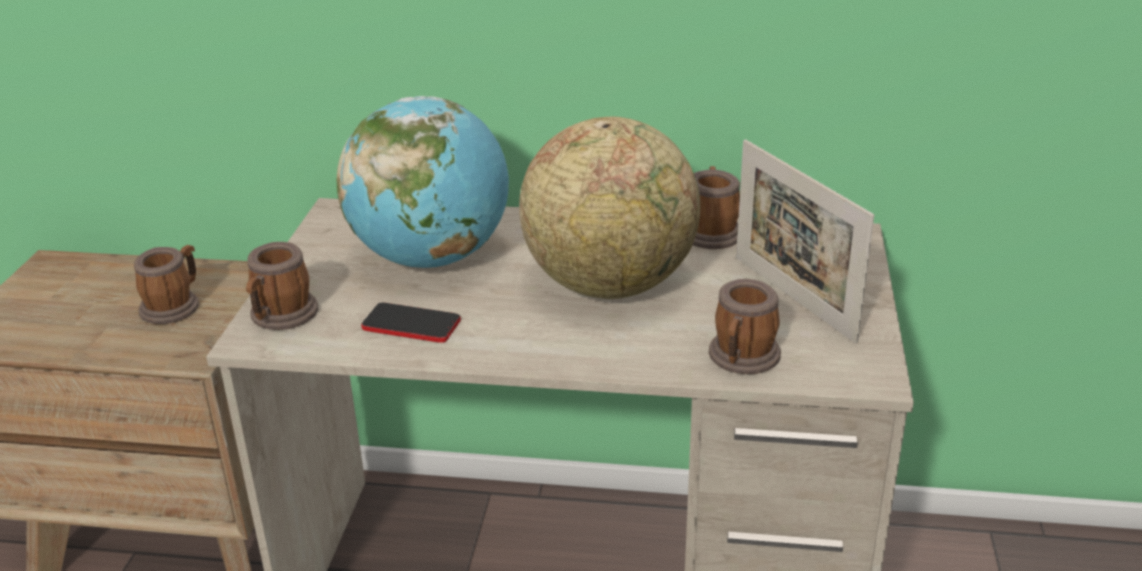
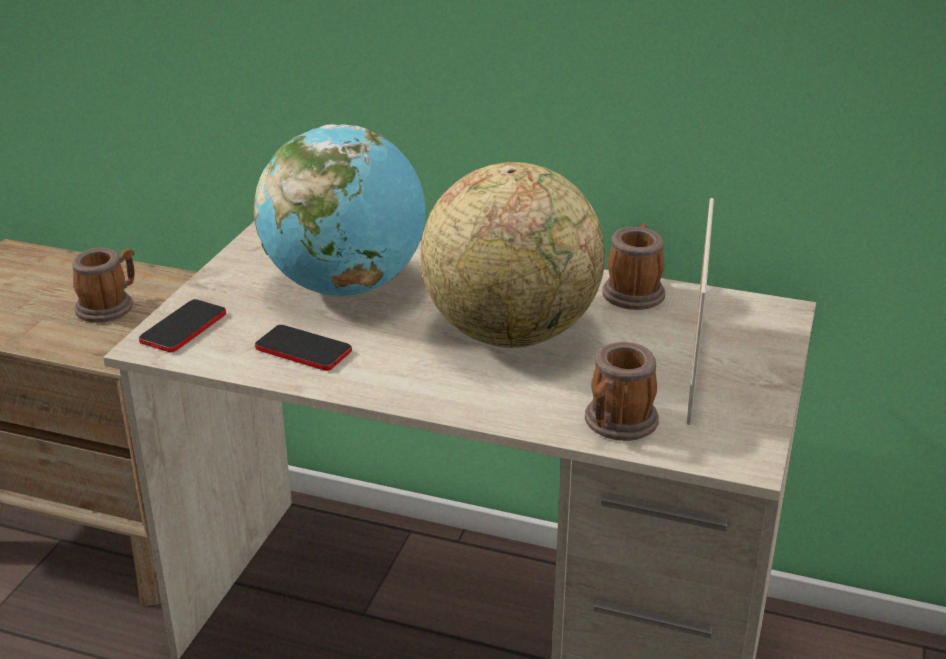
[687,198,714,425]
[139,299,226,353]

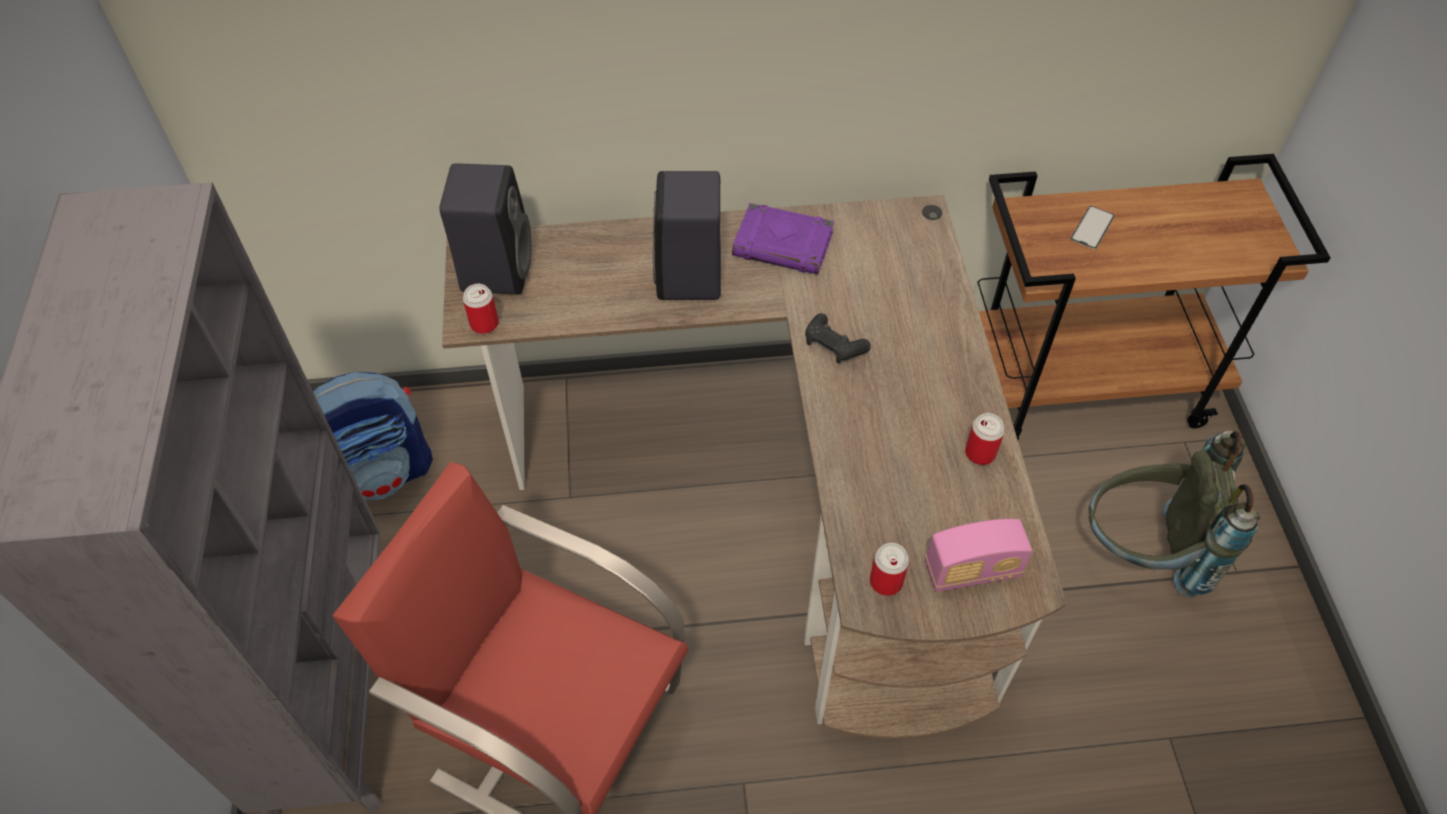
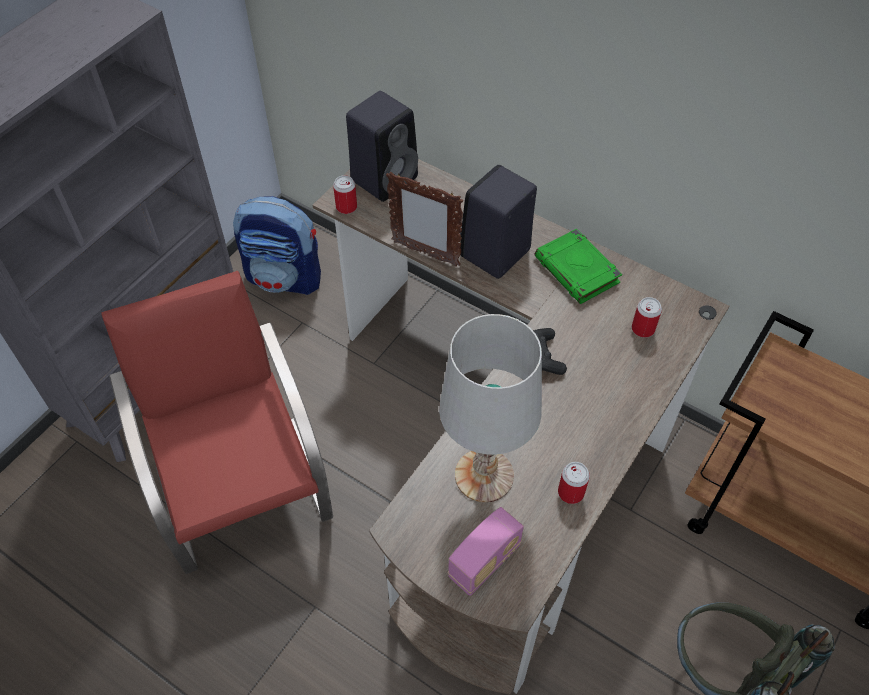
[535,229,622,304]
[1070,206,1115,249] (first image)
[448,507,524,596]
[632,297,662,338]
[386,172,464,267]
[439,314,542,503]

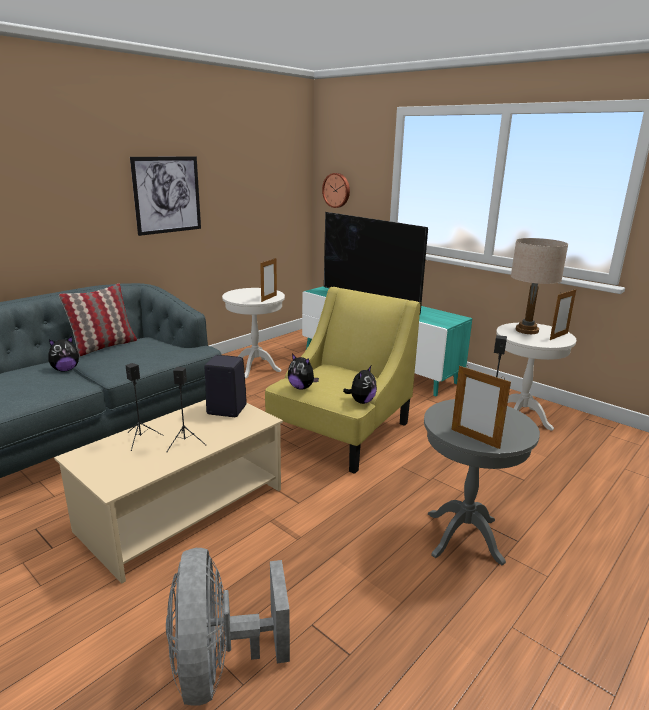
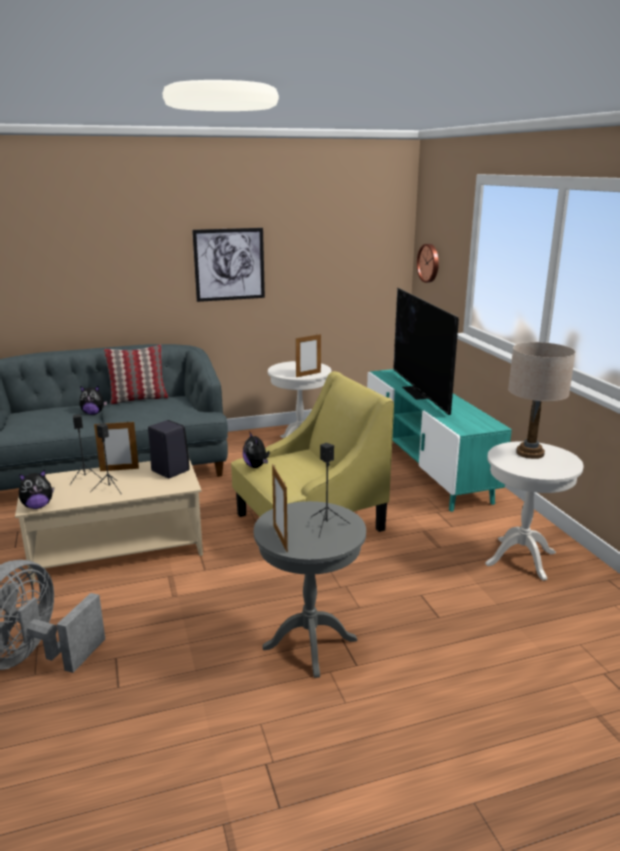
[94,420,139,471]
[19,470,54,509]

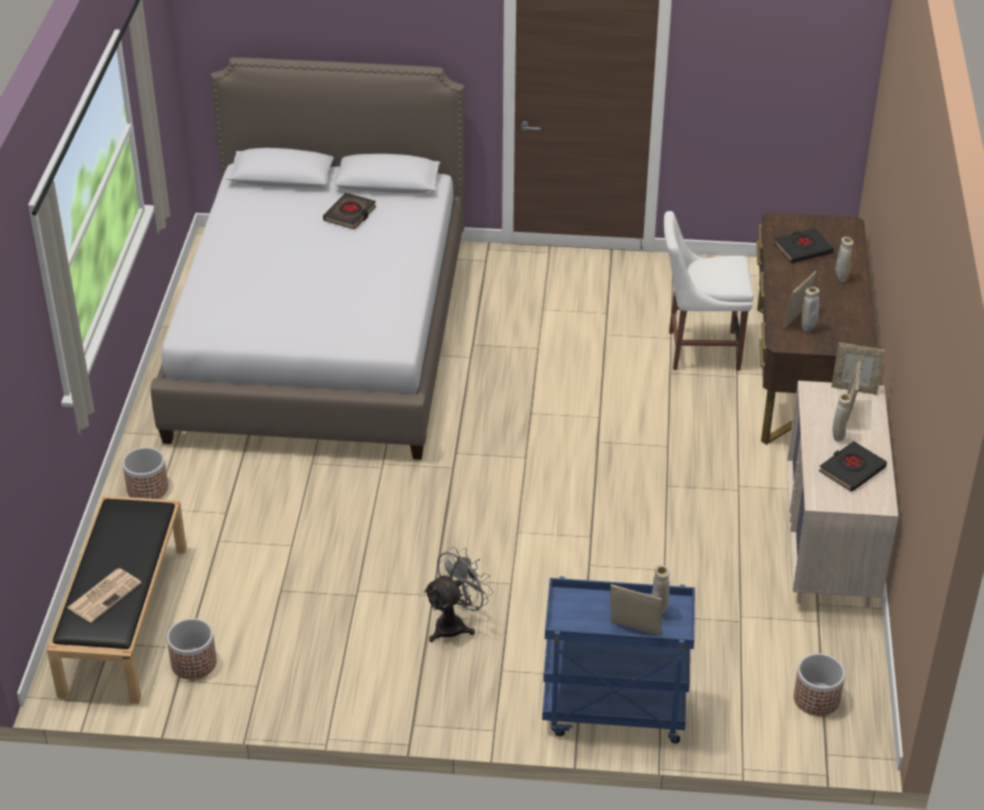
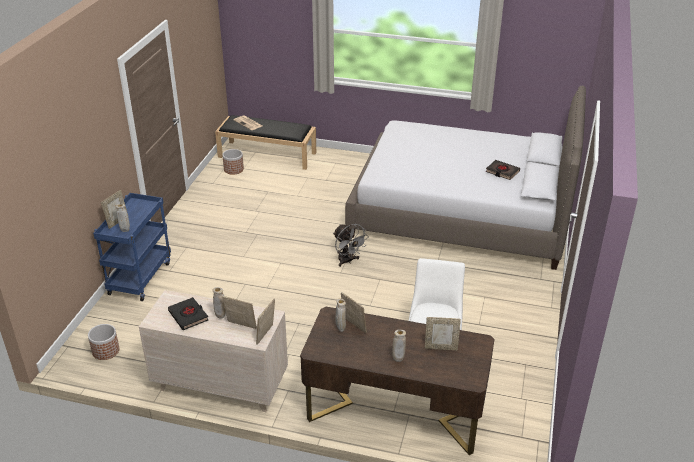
[425,317,461,351]
[122,447,168,499] (first image)
[333,224,369,267]

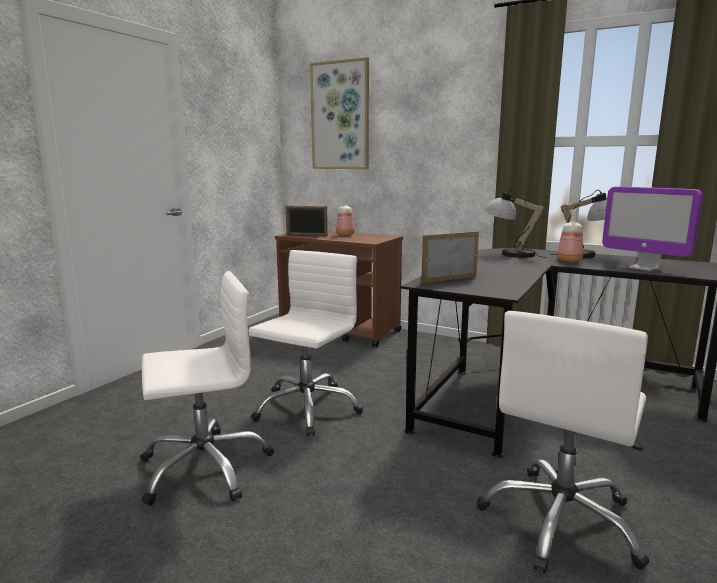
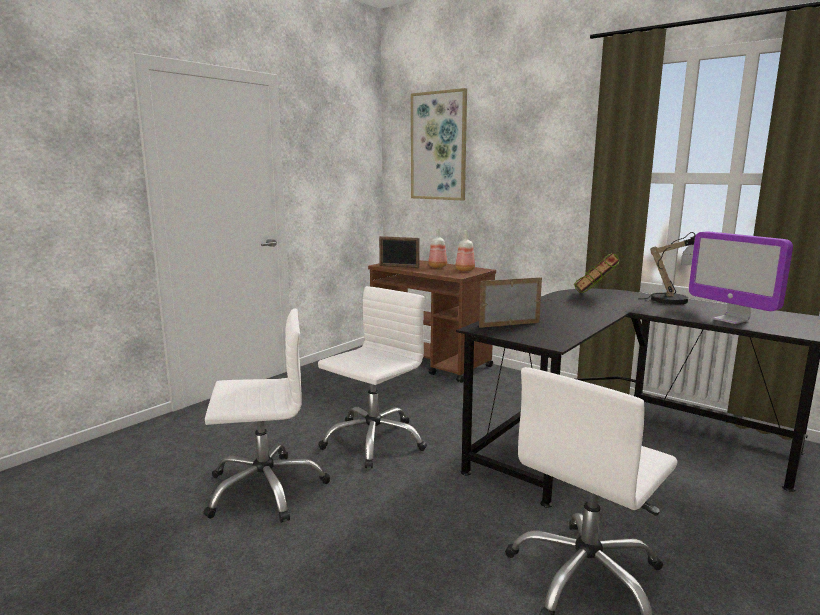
[574,253,619,293]
[455,230,475,271]

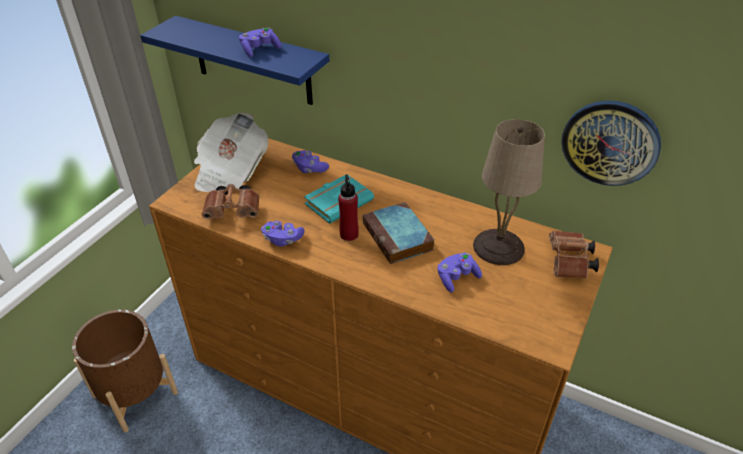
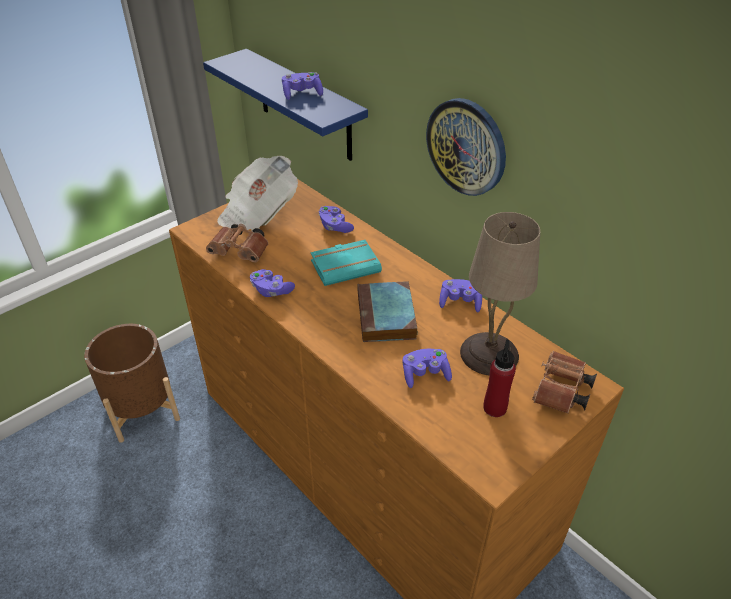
[426,98,506,196]
[483,339,516,417]
[439,279,482,312]

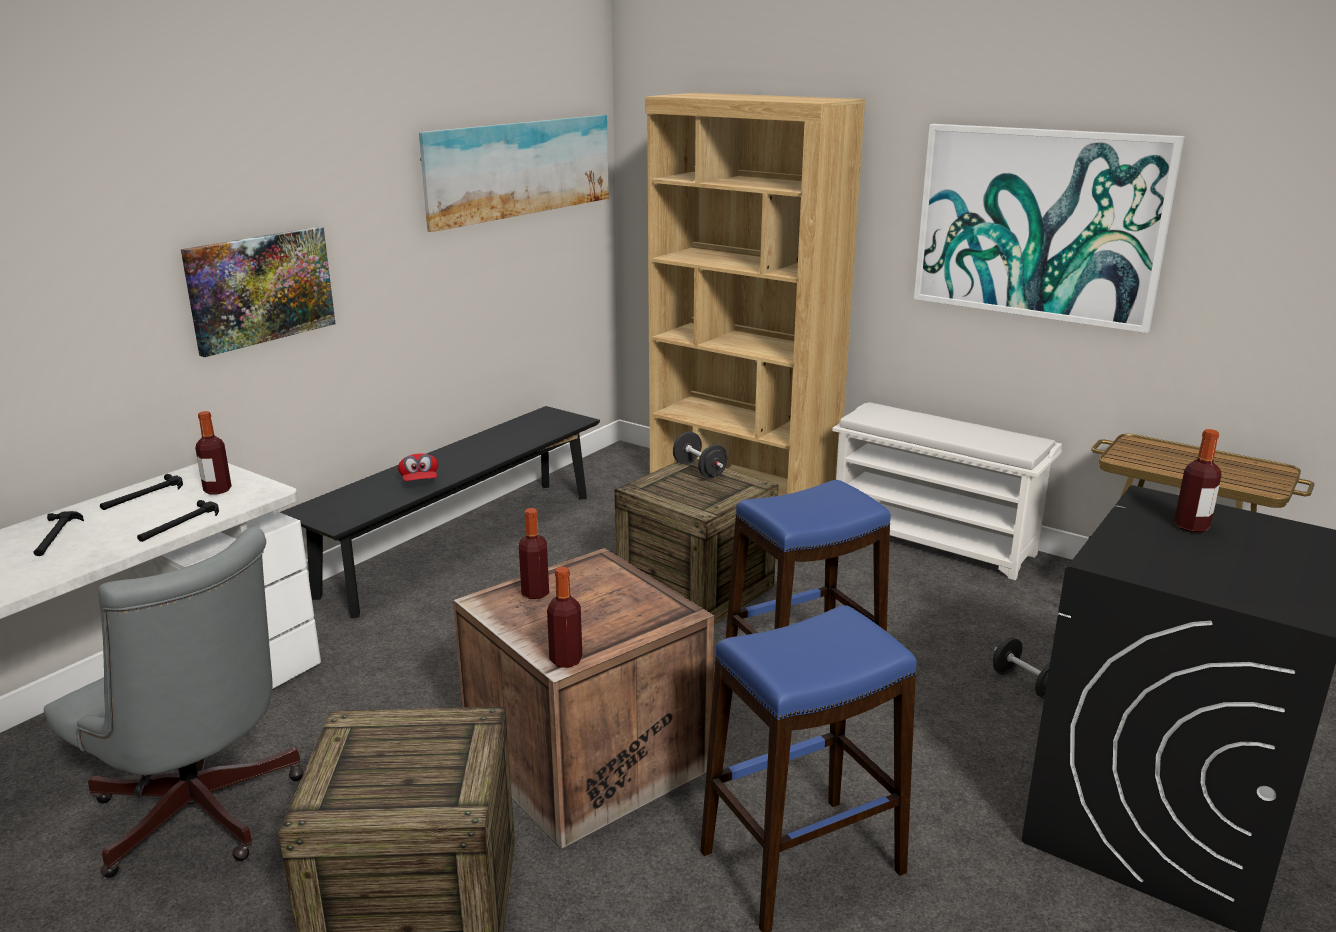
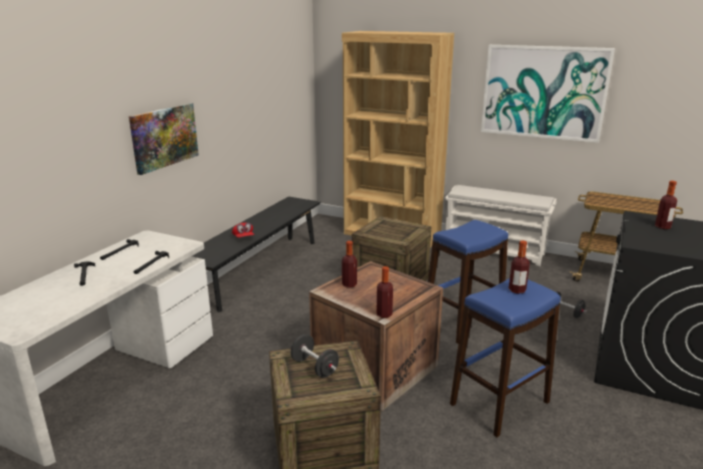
[419,115,609,232] (first image)
[509,241,530,294]
[290,334,339,378]
[44,527,304,878] (first image)

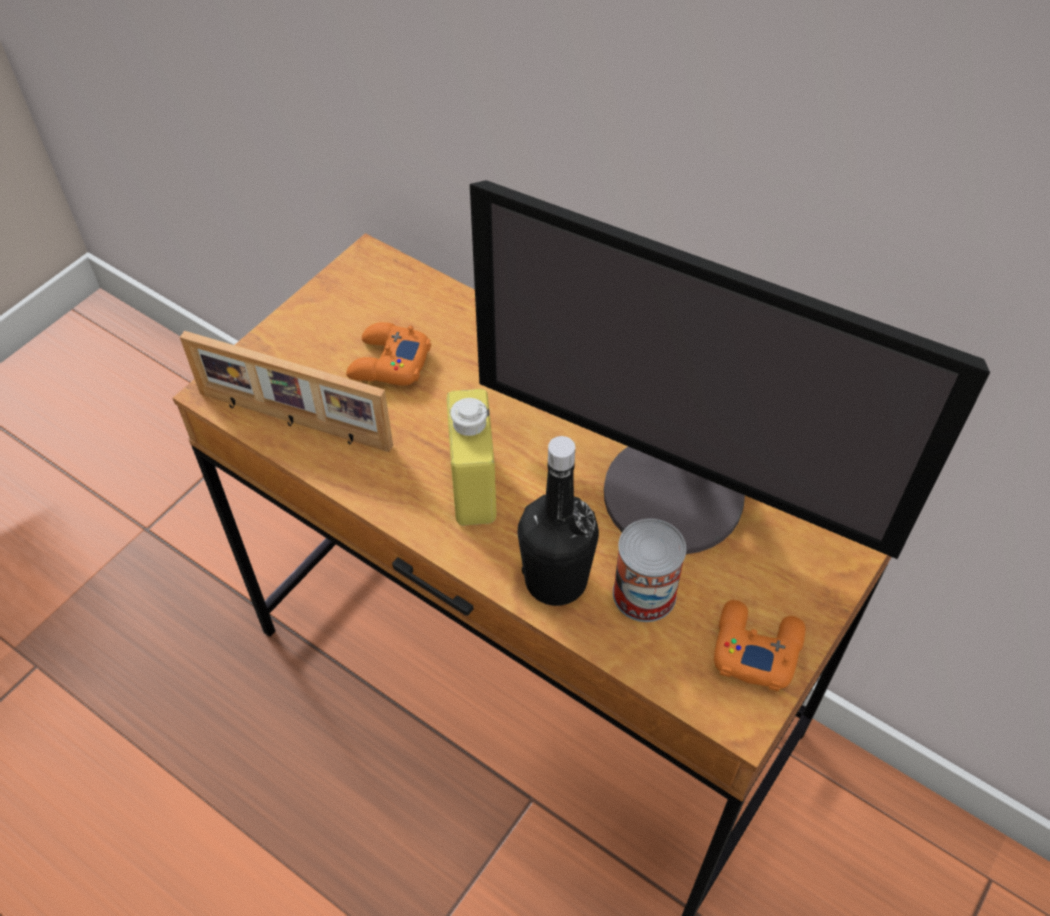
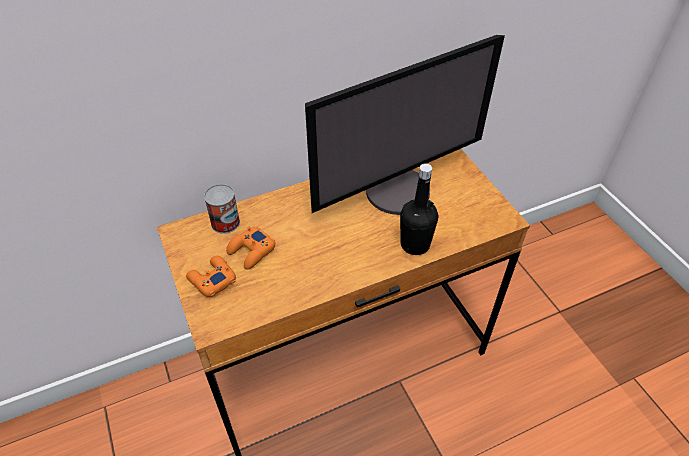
[180,331,393,452] (first image)
[447,389,497,525] (first image)
[204,184,240,234]
[186,256,236,297]

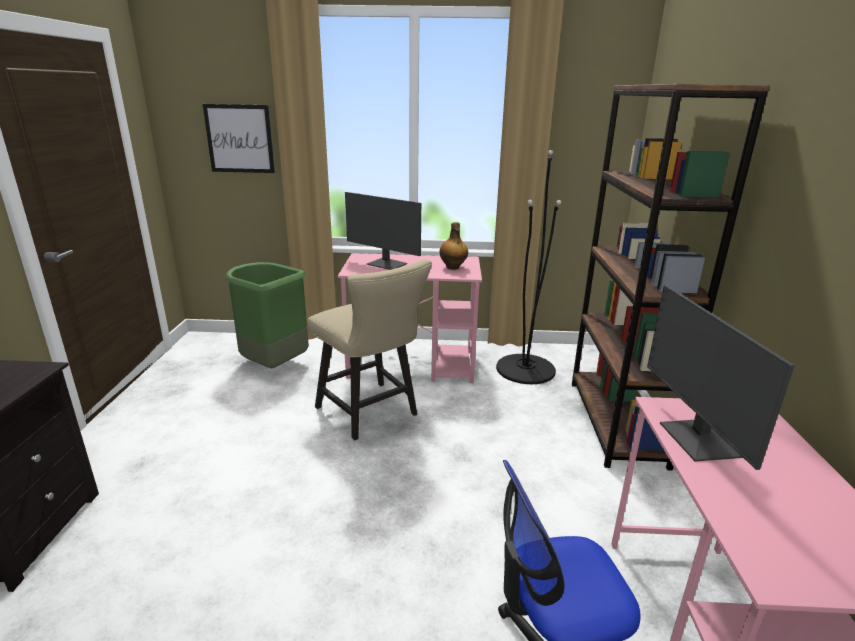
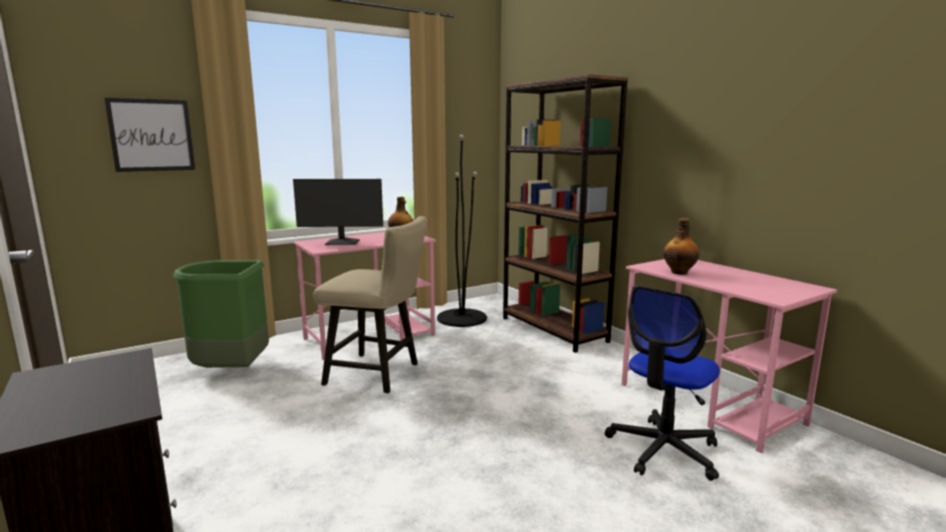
[663,218,700,275]

